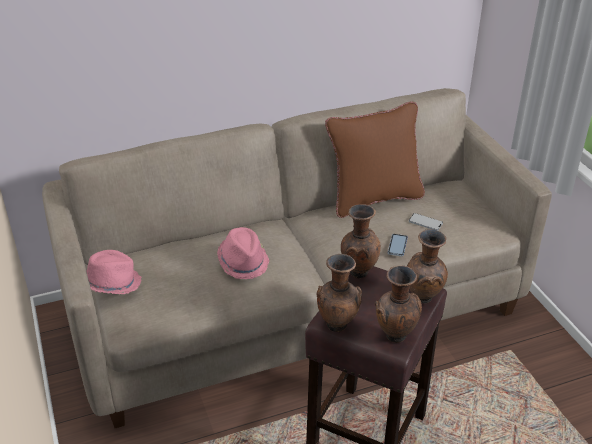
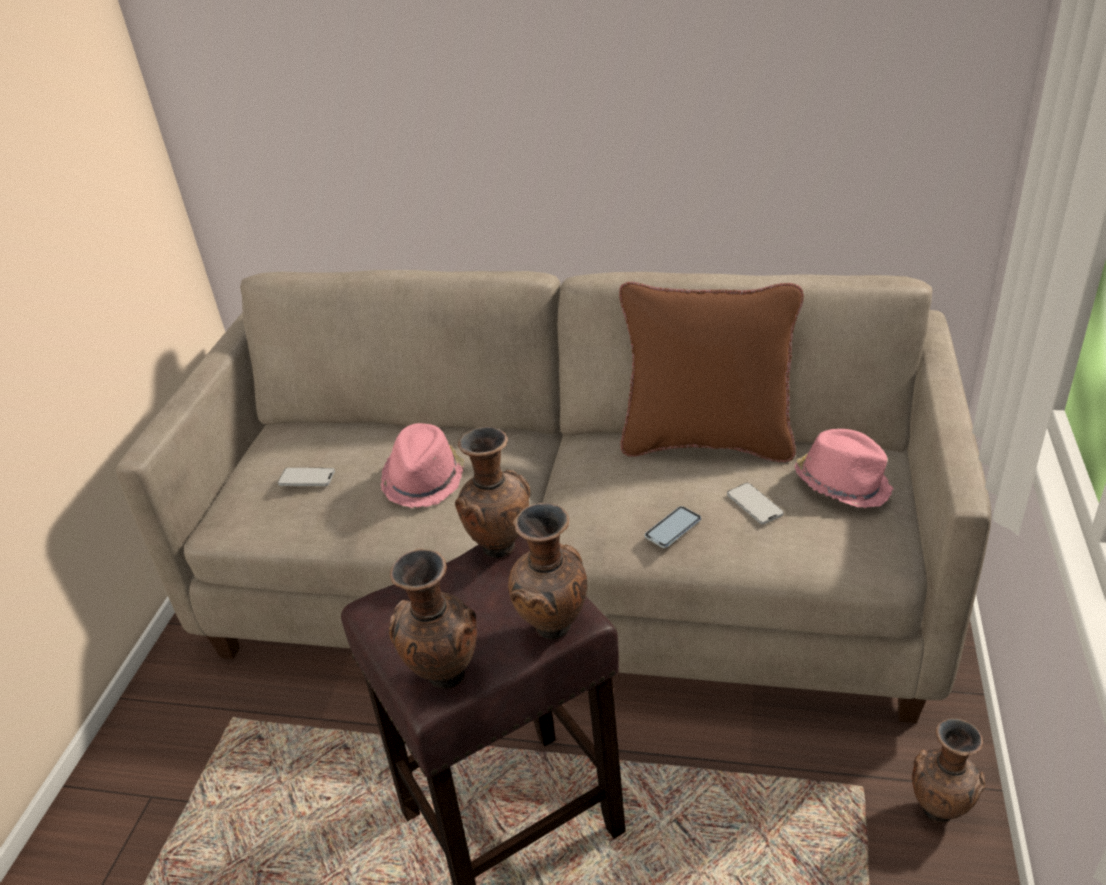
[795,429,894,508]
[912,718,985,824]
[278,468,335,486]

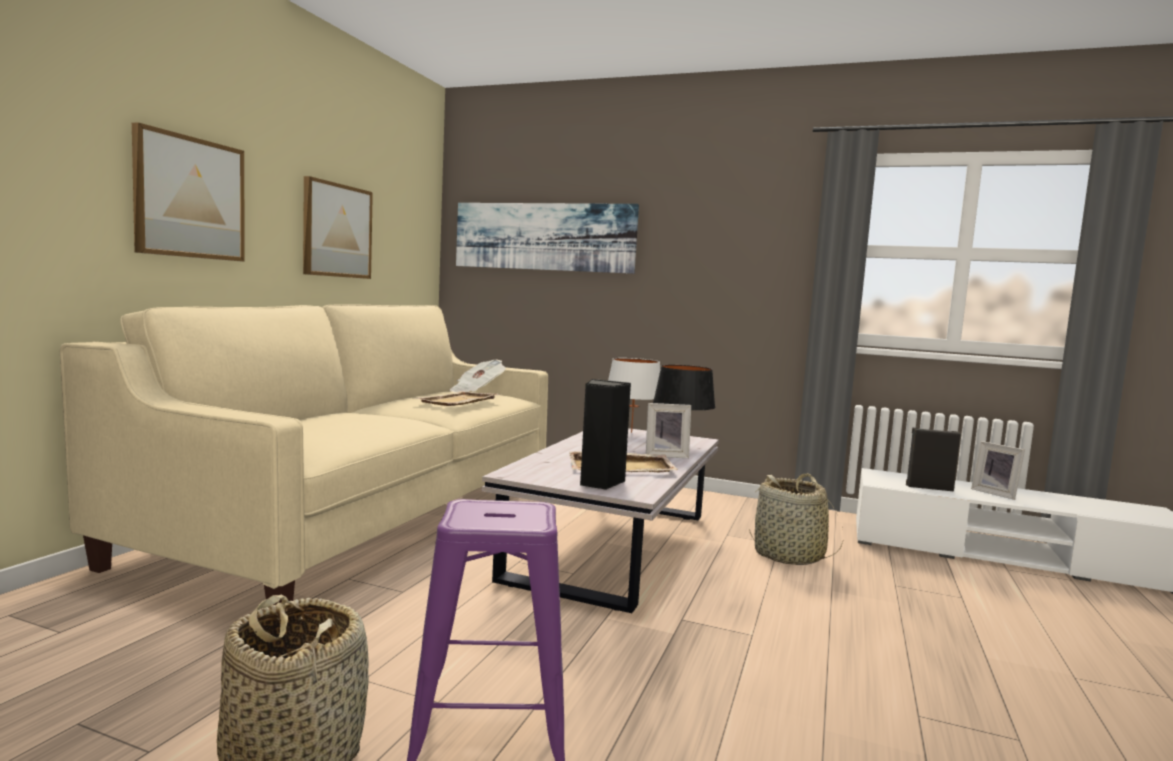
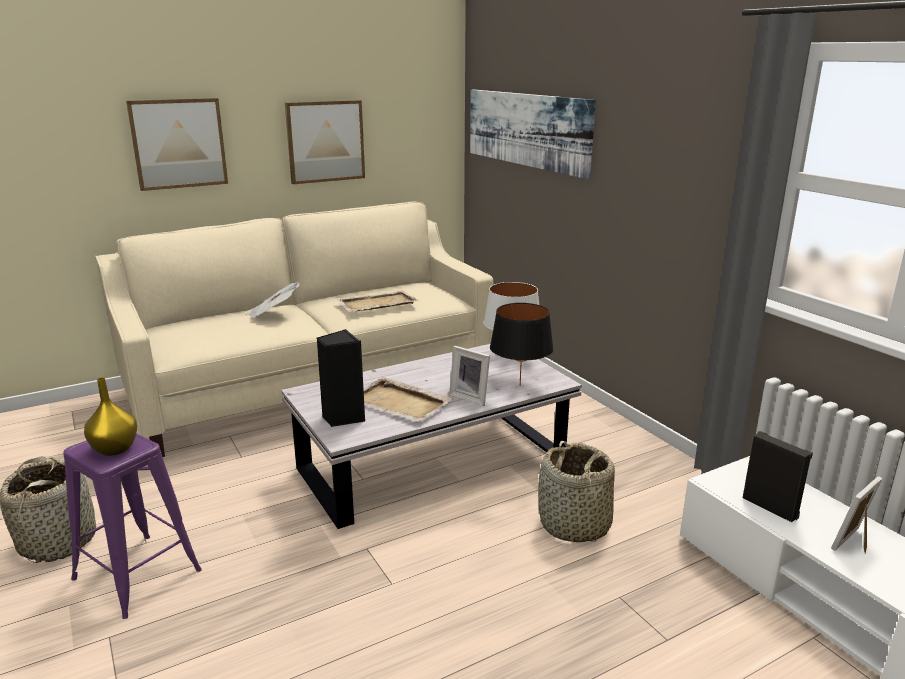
[247,283,299,319]
[831,476,883,553]
[84,377,137,456]

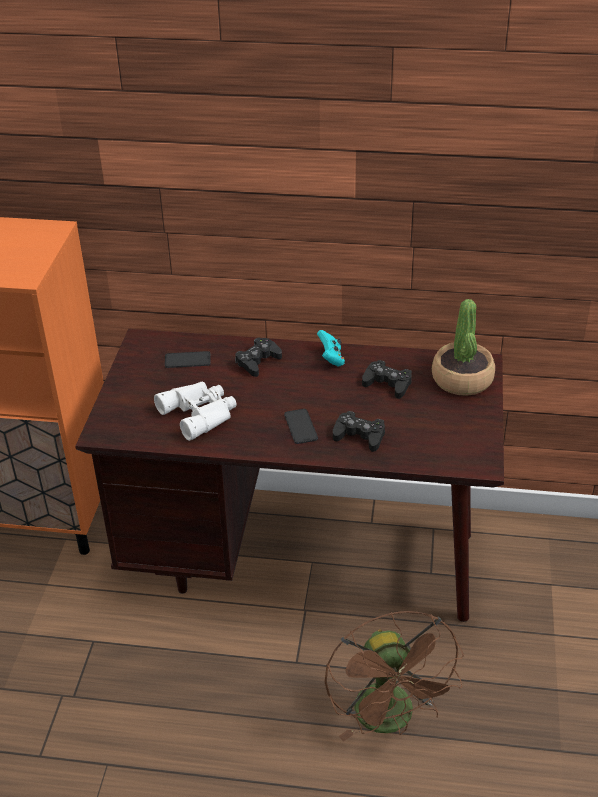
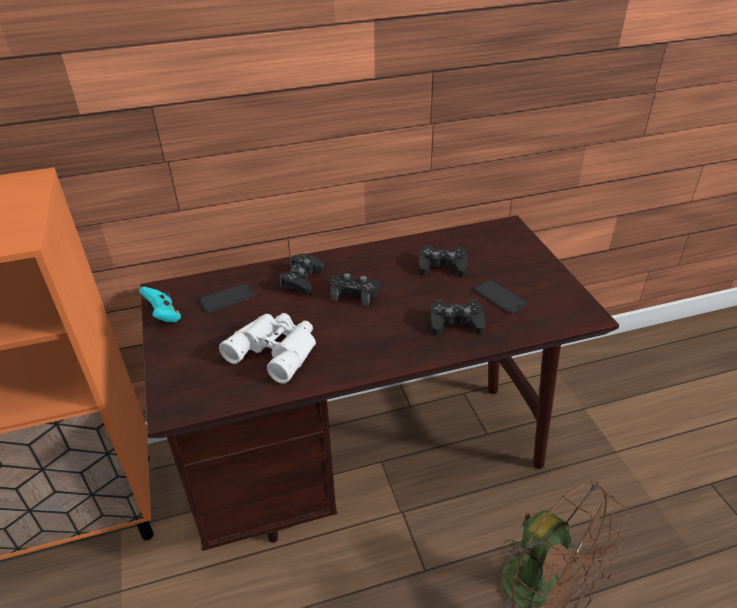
[432,299,495,396] (first image)
[139,287,181,322]
[475,280,527,314]
[329,273,382,306]

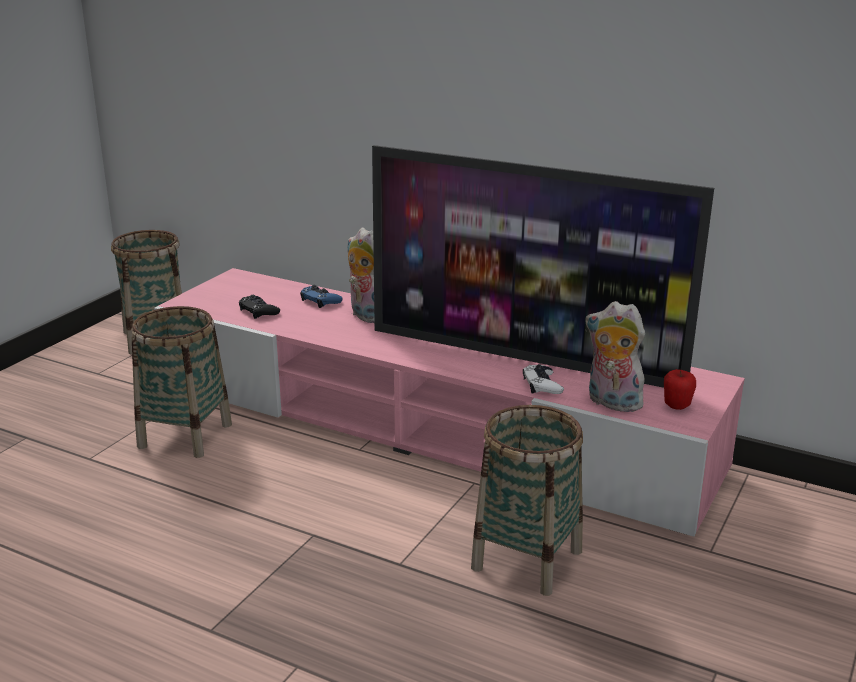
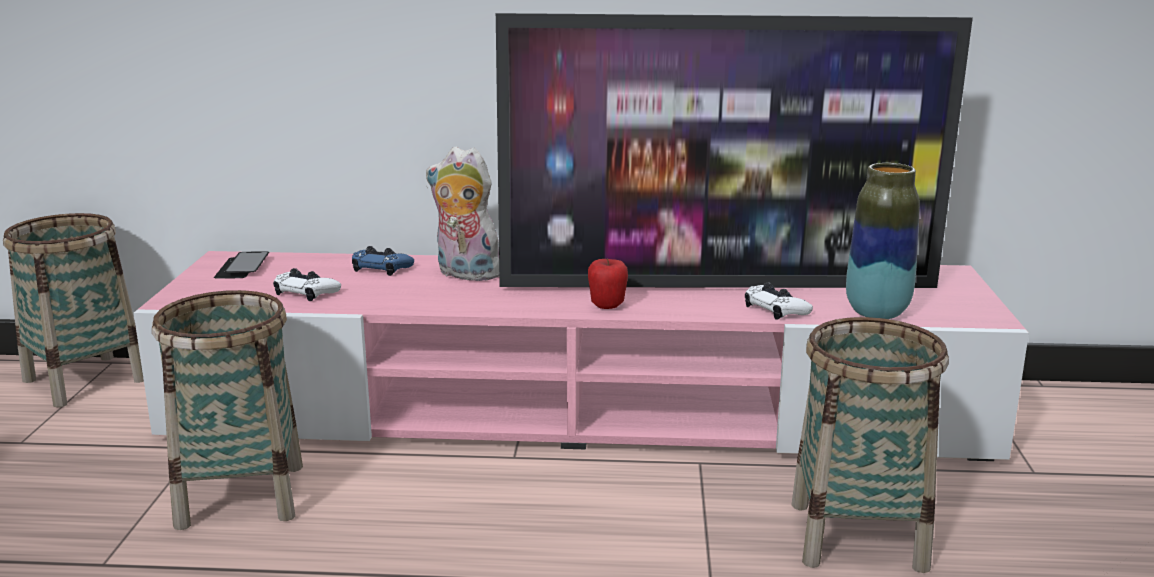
[273,268,341,301]
[846,163,920,319]
[588,258,628,309]
[214,251,269,279]

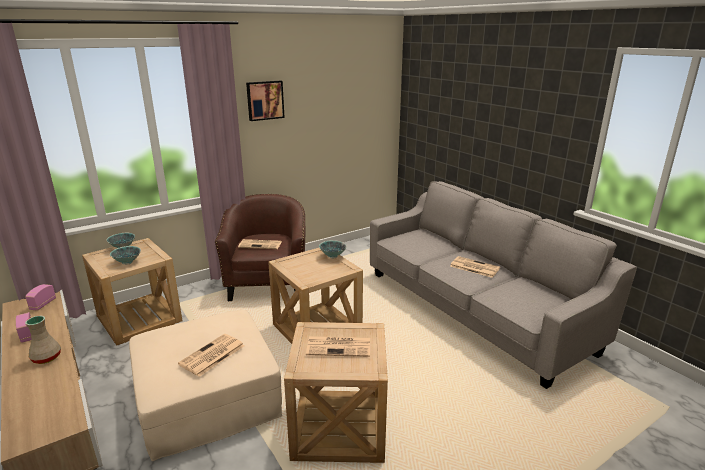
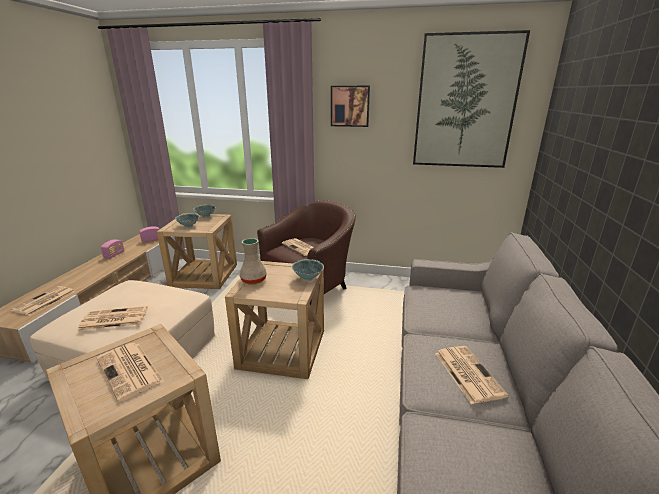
[240,238,266,285]
[413,30,530,168]
[11,286,75,316]

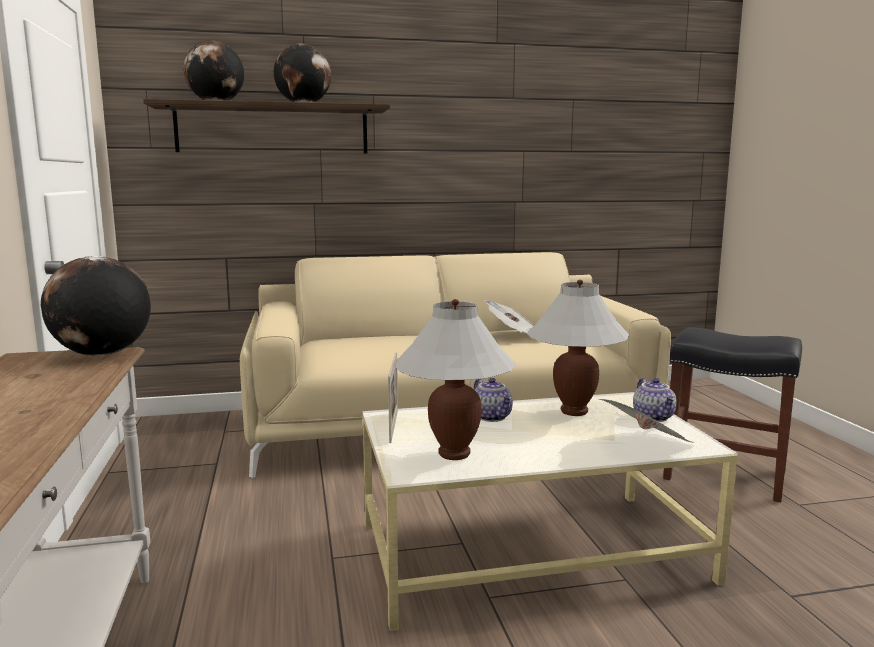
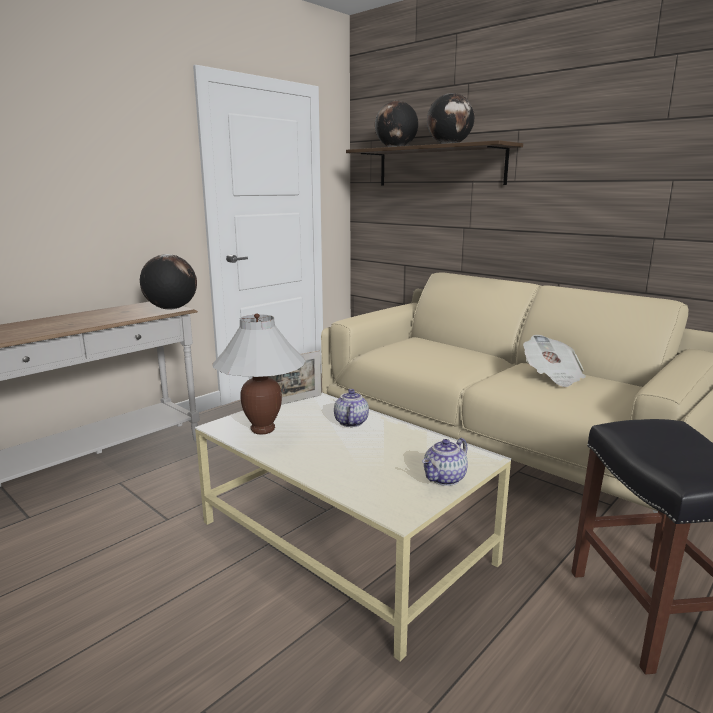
[527,280,629,416] (first image)
[334,389,369,427]
[599,399,696,443] (first image)

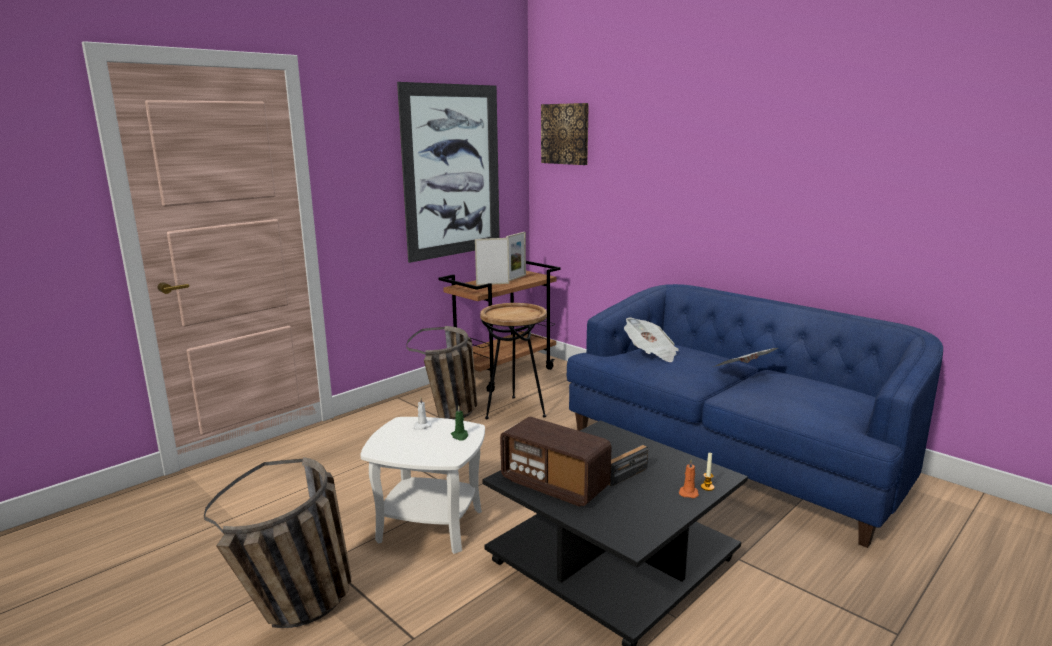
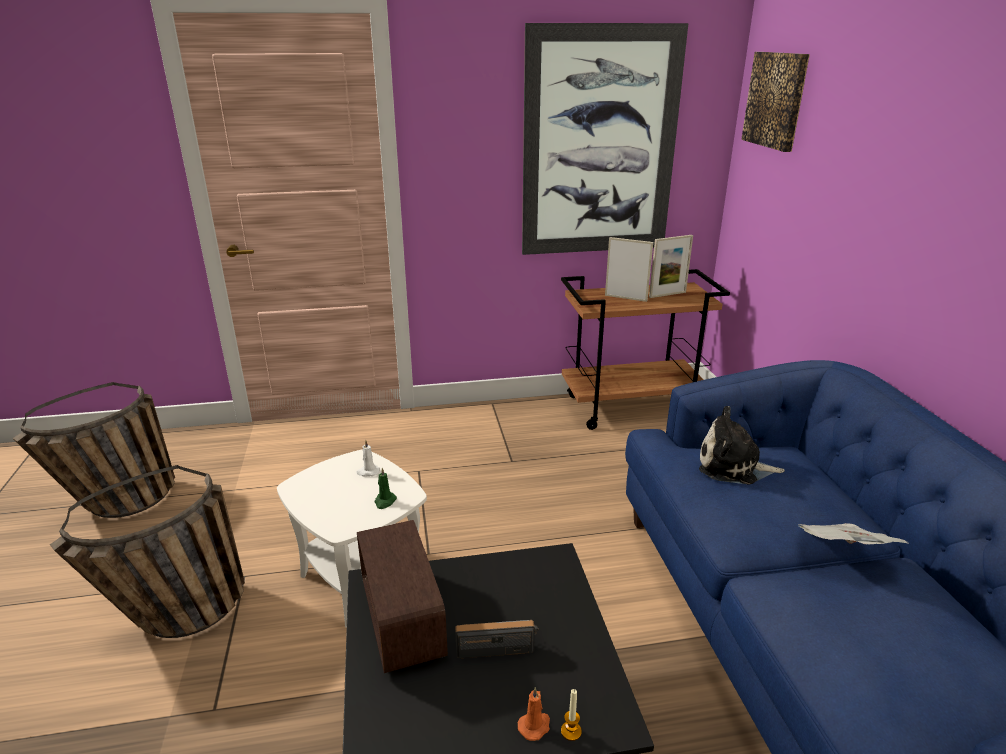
[480,303,547,419] (first image)
[699,406,785,485]
[13,382,175,518]

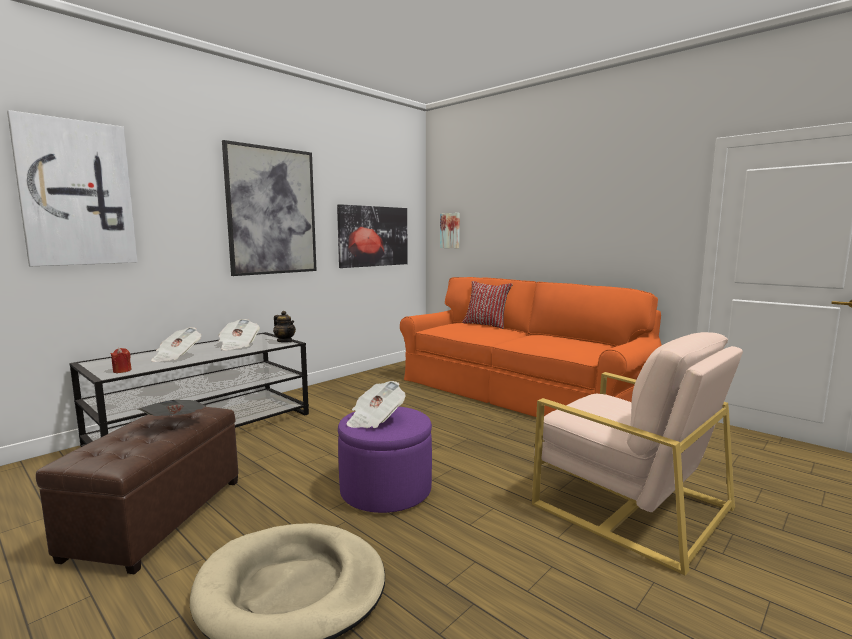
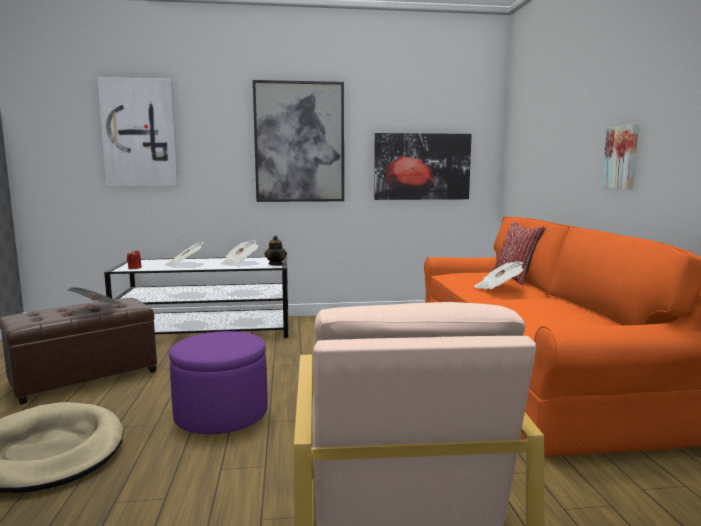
[602,124,639,189]
[474,261,523,289]

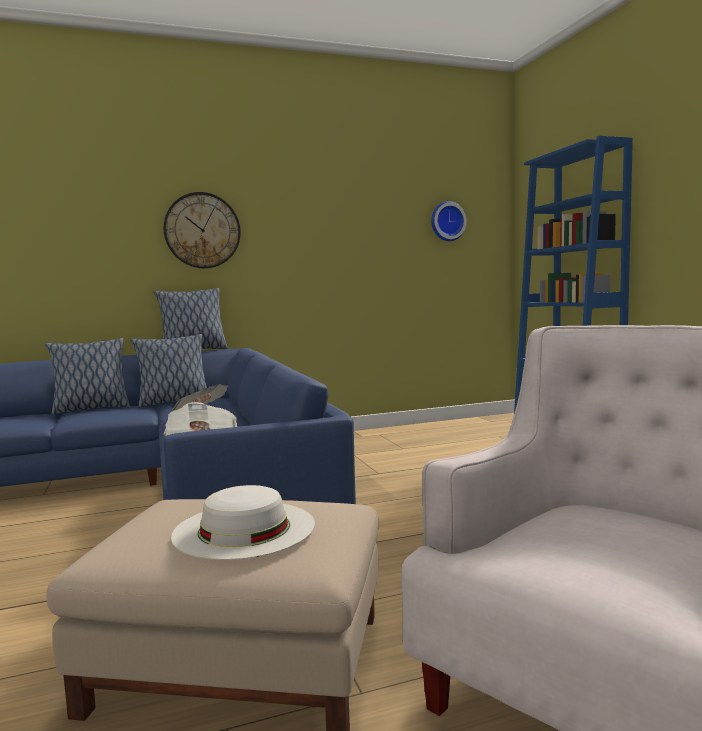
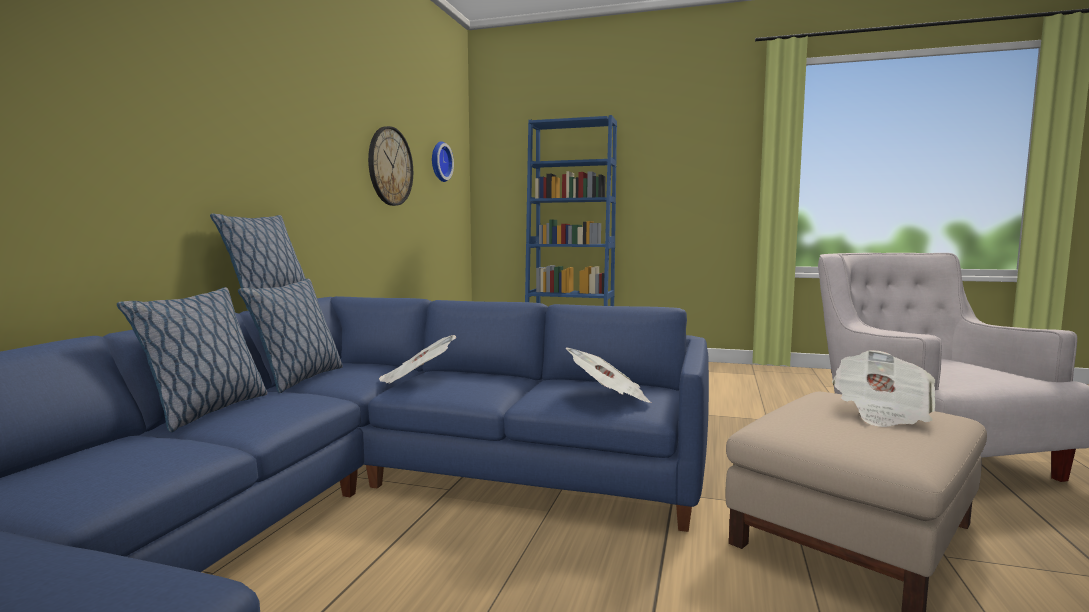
[368,126,413,206]
[832,350,936,427]

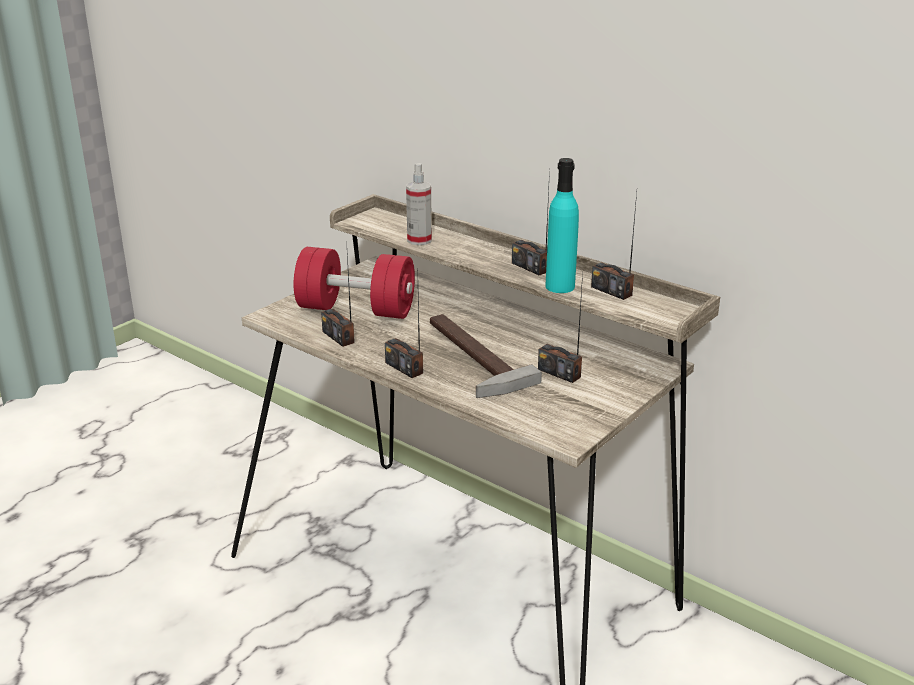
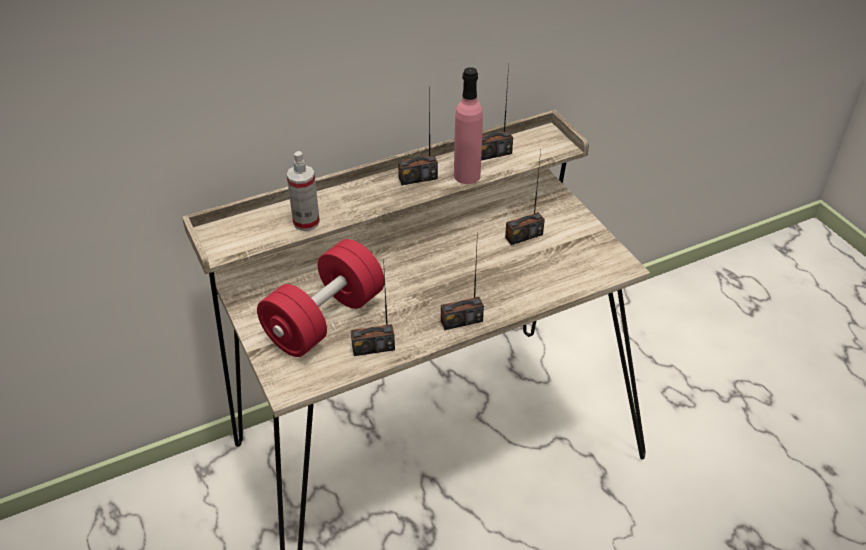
[454,67,483,184]
[430,314,542,398] (first image)

